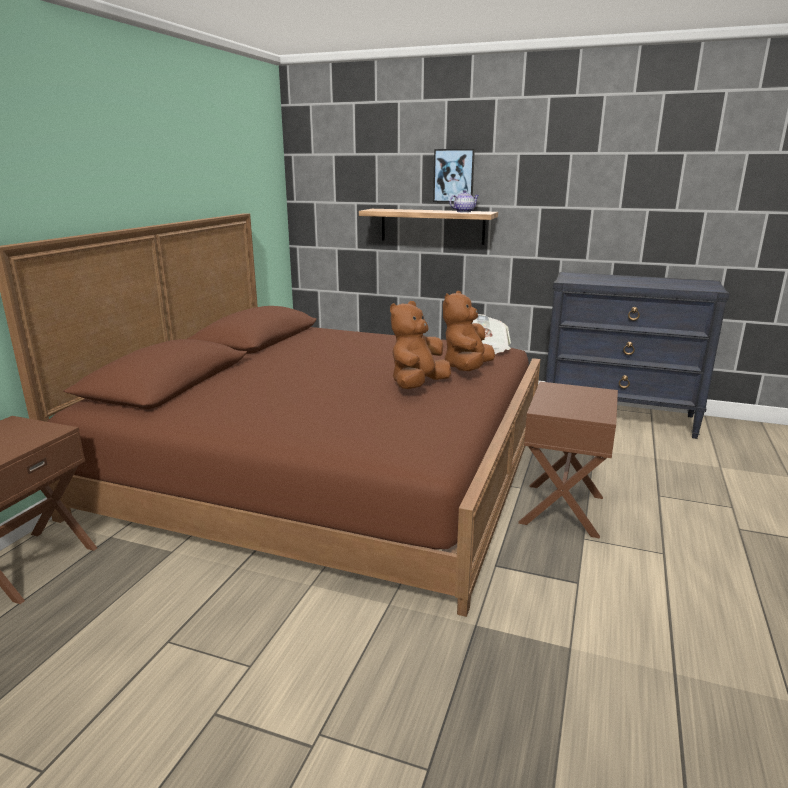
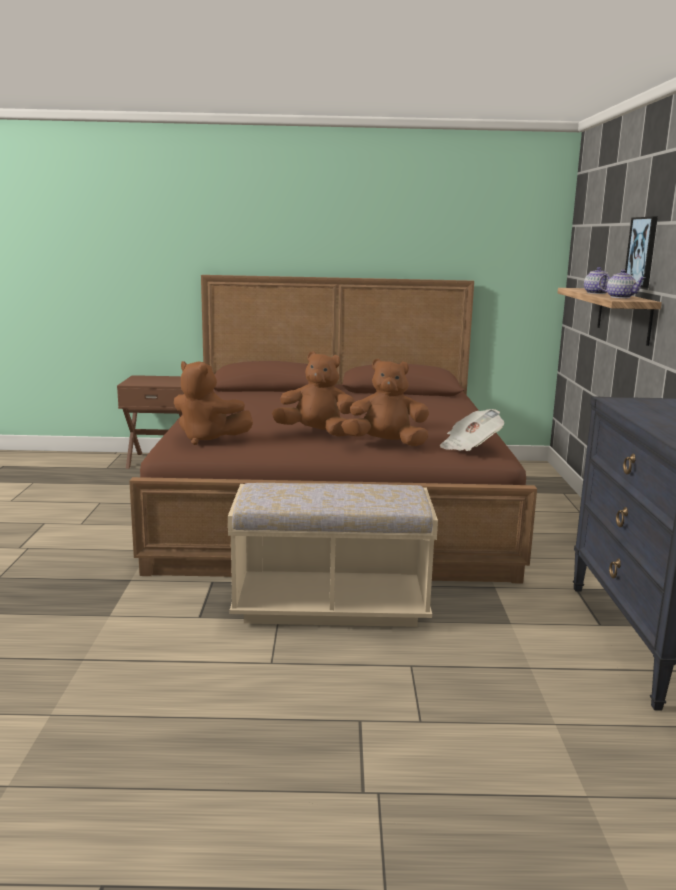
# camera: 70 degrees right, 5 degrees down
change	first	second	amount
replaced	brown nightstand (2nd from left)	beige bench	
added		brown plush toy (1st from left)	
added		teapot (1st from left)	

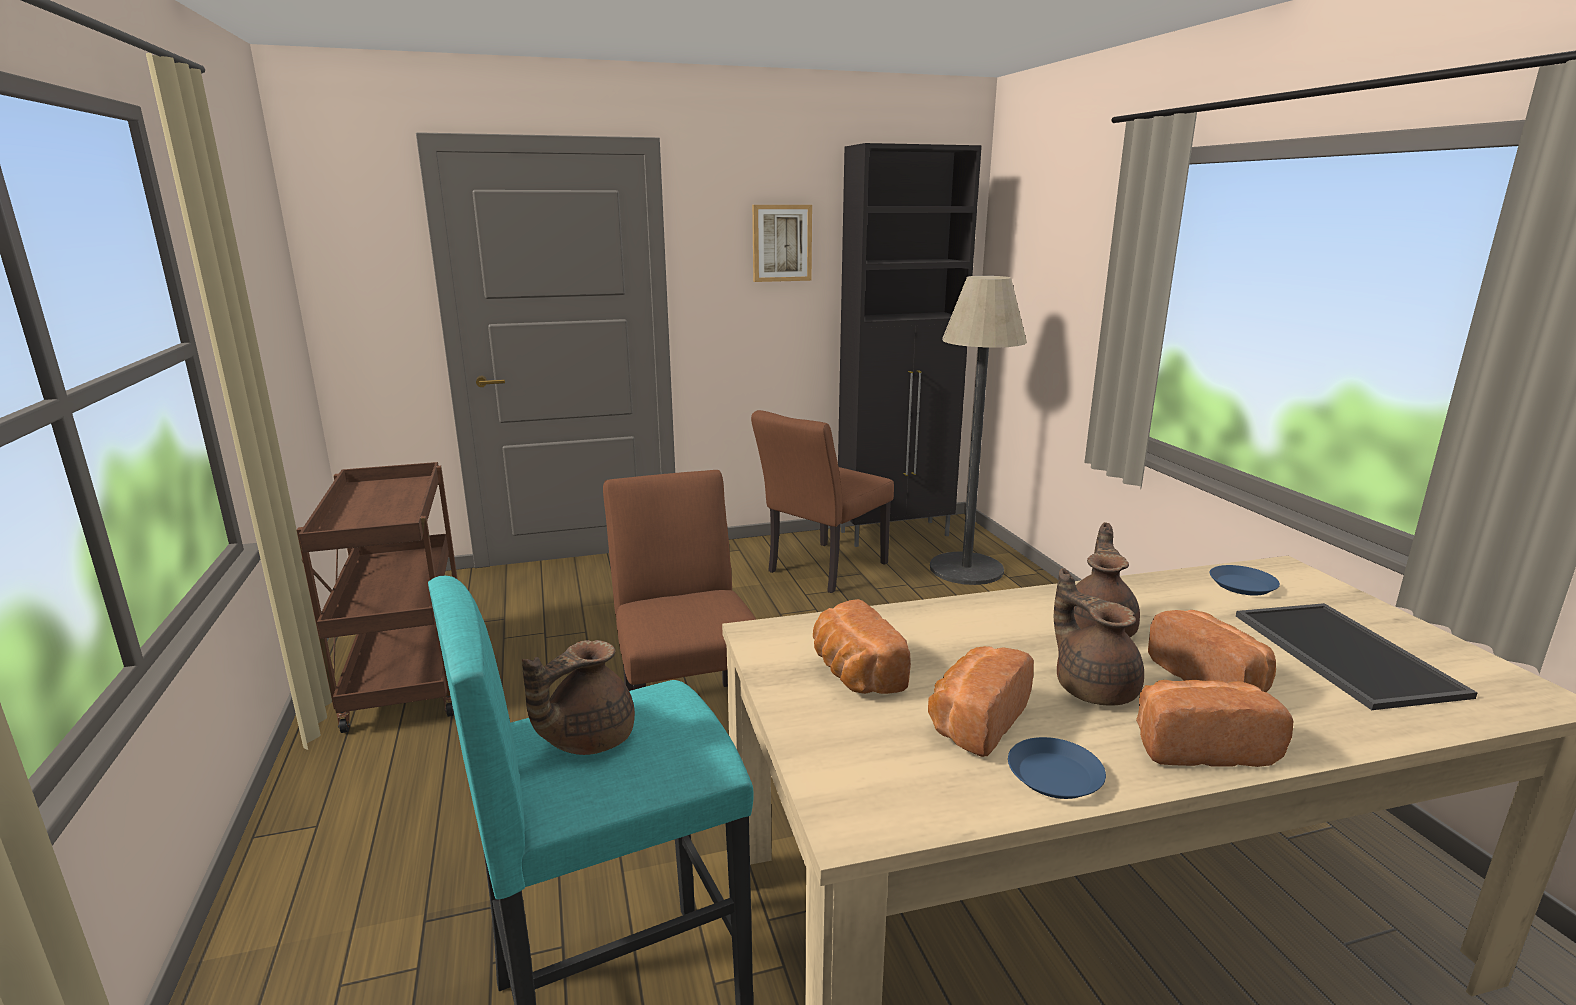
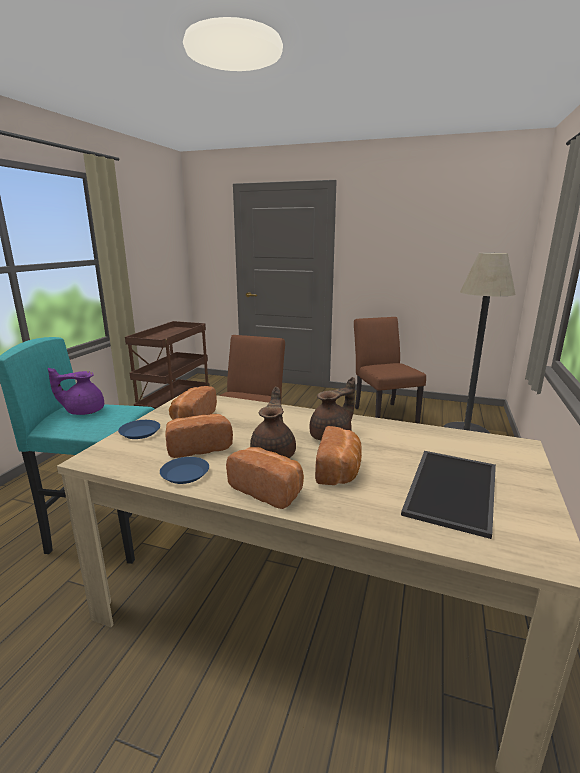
# camera: 35 degrees right, 0 degrees up
change	first	second	amount
recoloured	brown teapot (1st from left)	purple teapot	
turned	brown chair (2nd from left)		90 degrees clockwise
removed	picture		
removed	black cabinet		
moved	blue plate (2nd from left in the first image)	blue plate (1st from left)	

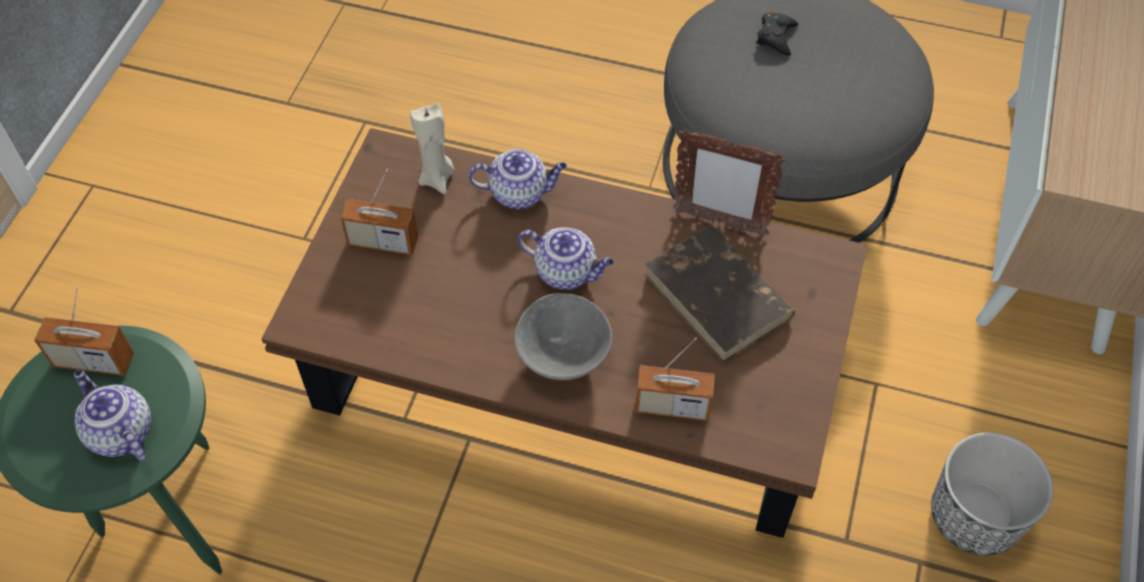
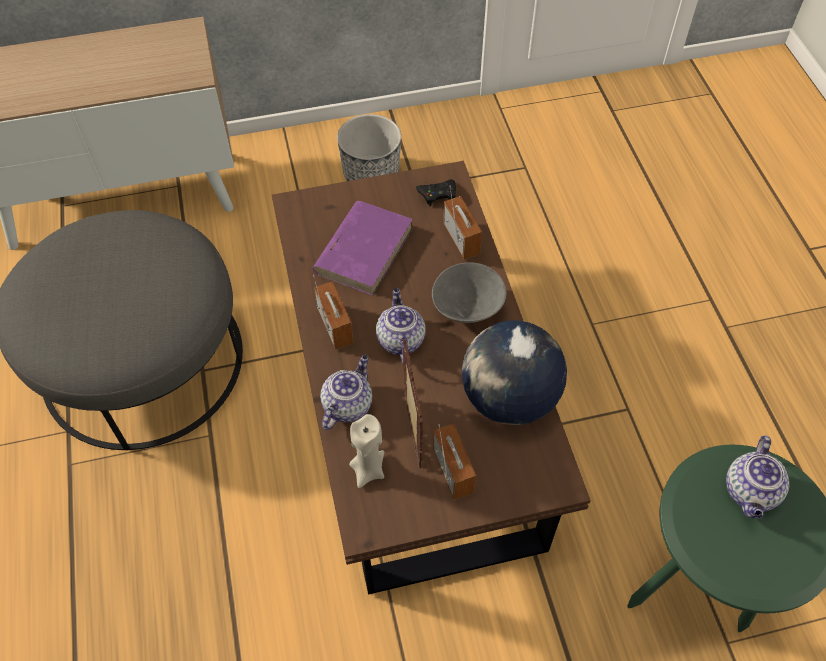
# camera: 120 degrees left, 0 degrees up
change	first	second	amount
moved	radio (1st from left)		
turned	teapot (2nd from left in the first image)	teapot (1st from left)	60 degrees clockwise
recoloured	brown book	purple book	
moved	picture frame		
moved	black game controller		
added		globe	

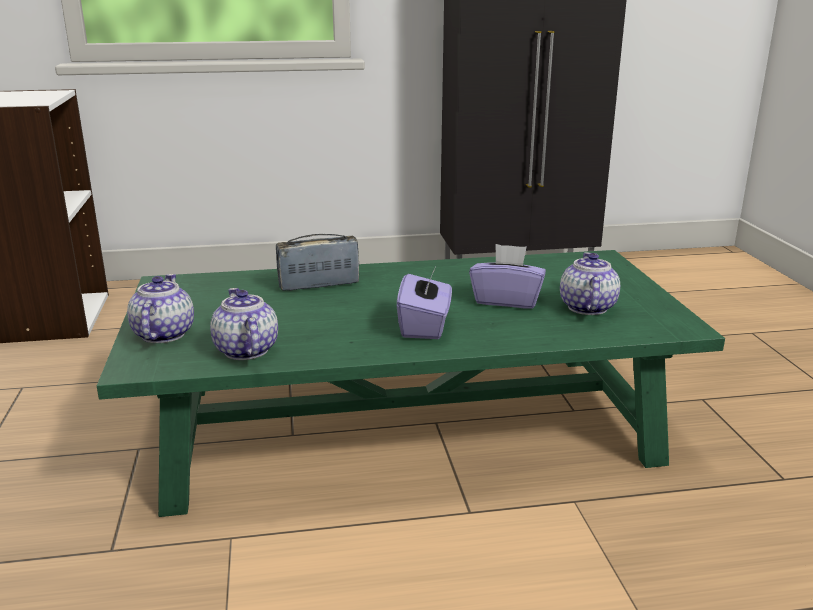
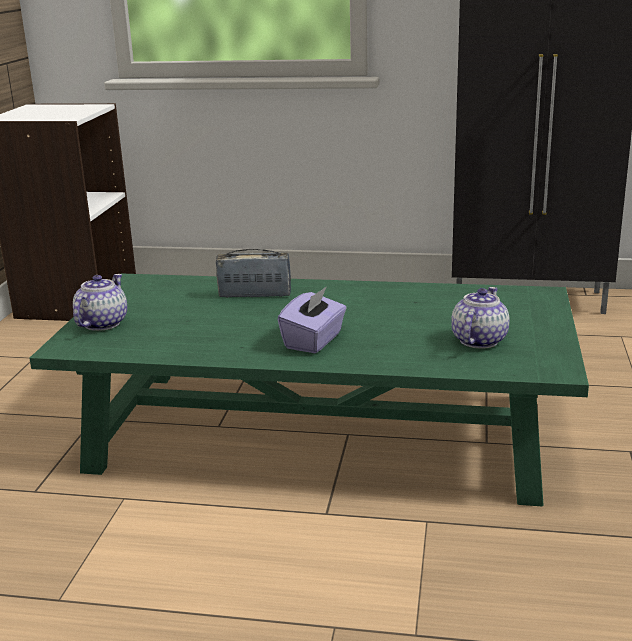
# camera: 20 degrees right, 0 degrees up
change	first	second	amount
removed	teapot (2nd from left)		
removed	purple tissue box (2nd from left)		

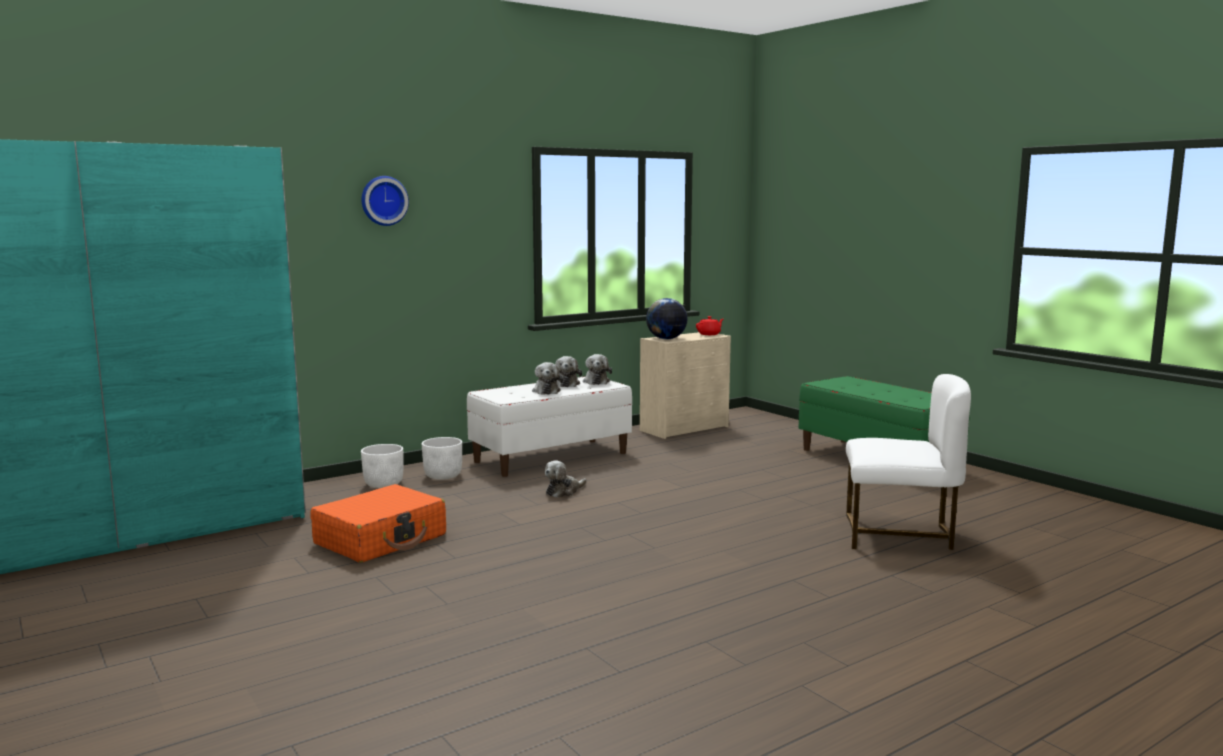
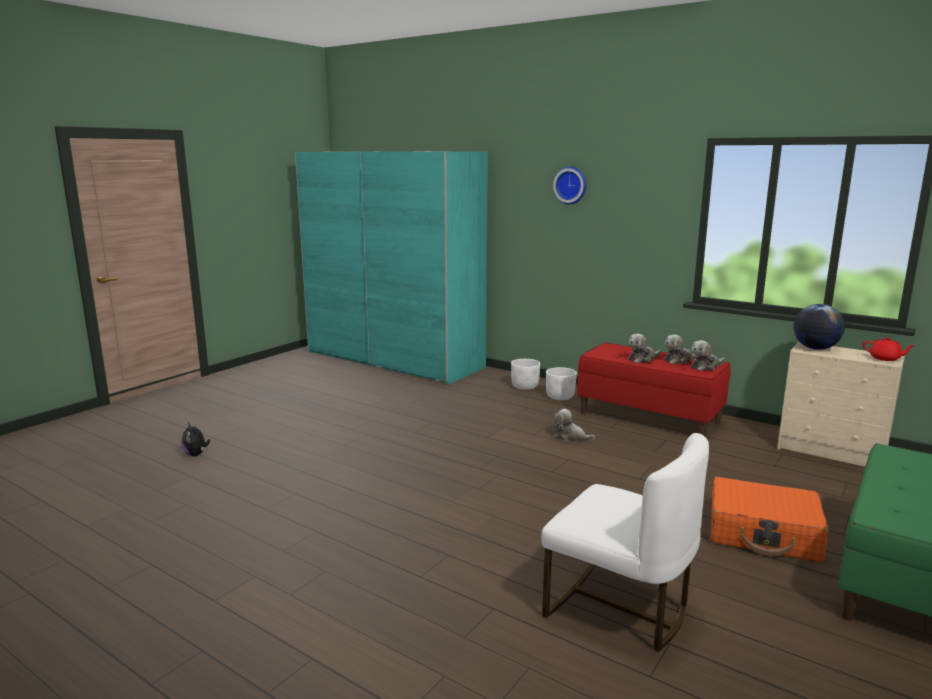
# camera: 70 degrees right, 5 degrees up
change	first	second	amount
moved	orange suitcase		
recoloured	white bench	red bench	
turned	white chair		45 degrees counterclockwise
added		plush toy (1st from left)	

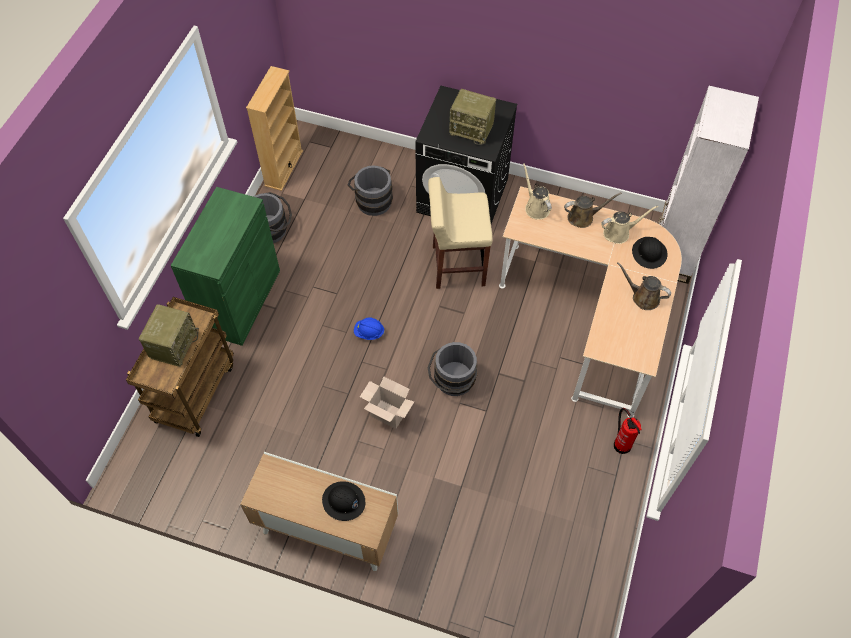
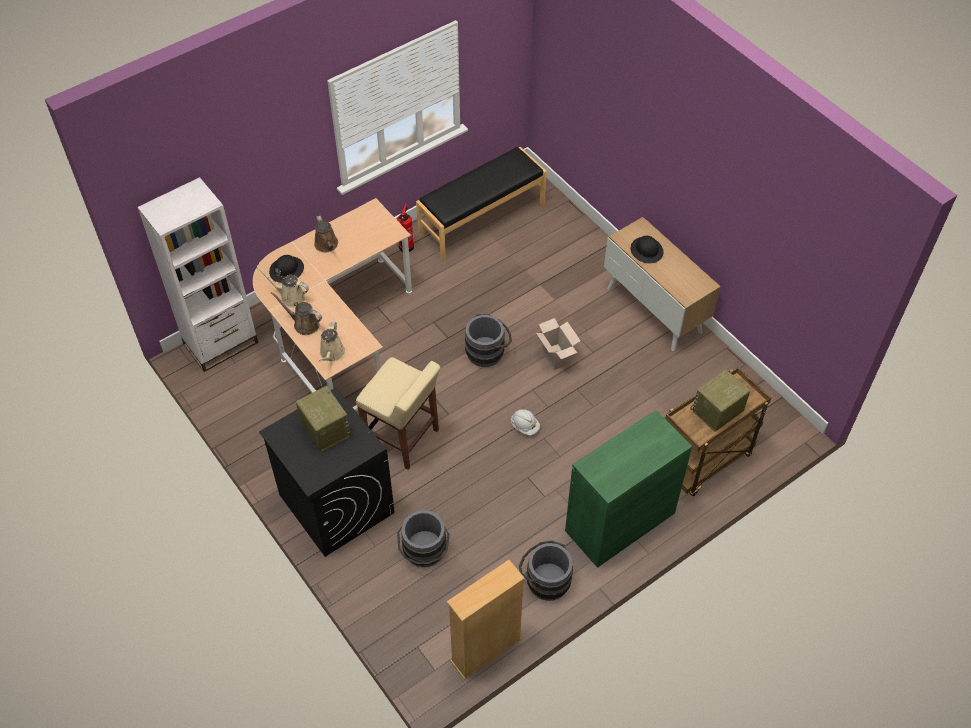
# camera: 145 degrees left, 5 degrees down
change	first	second	amount
recoloured	blue hard hat	white hard hat	
added		black bench	

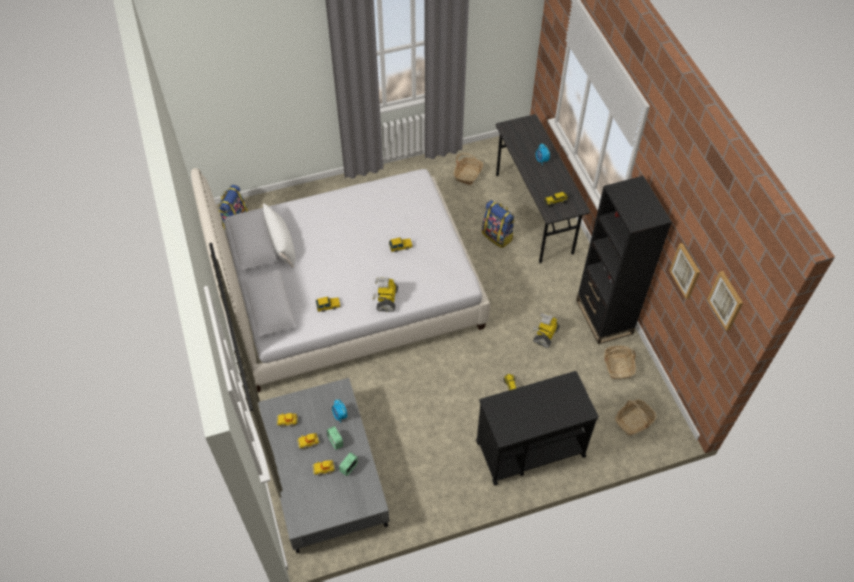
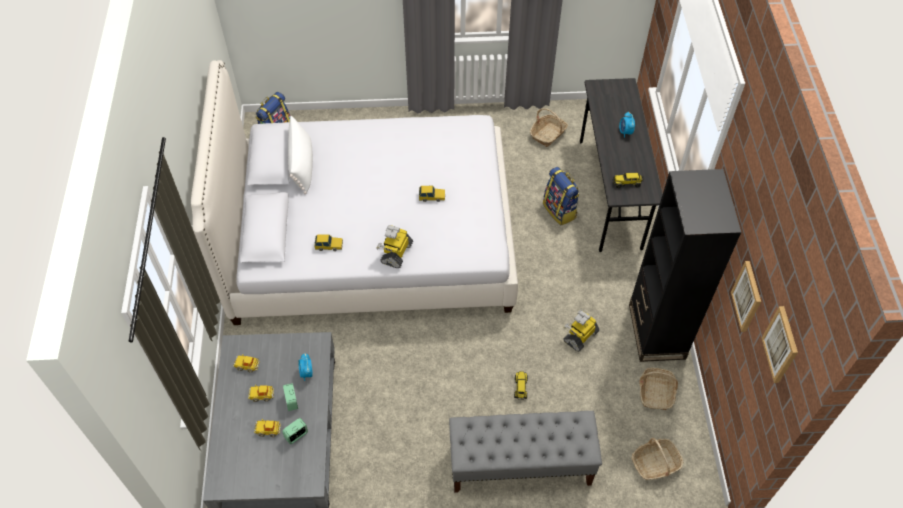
# camera: 15 degrees right, 0 degrees up
change	first	second	amount
replaced	black cart	grey bench	

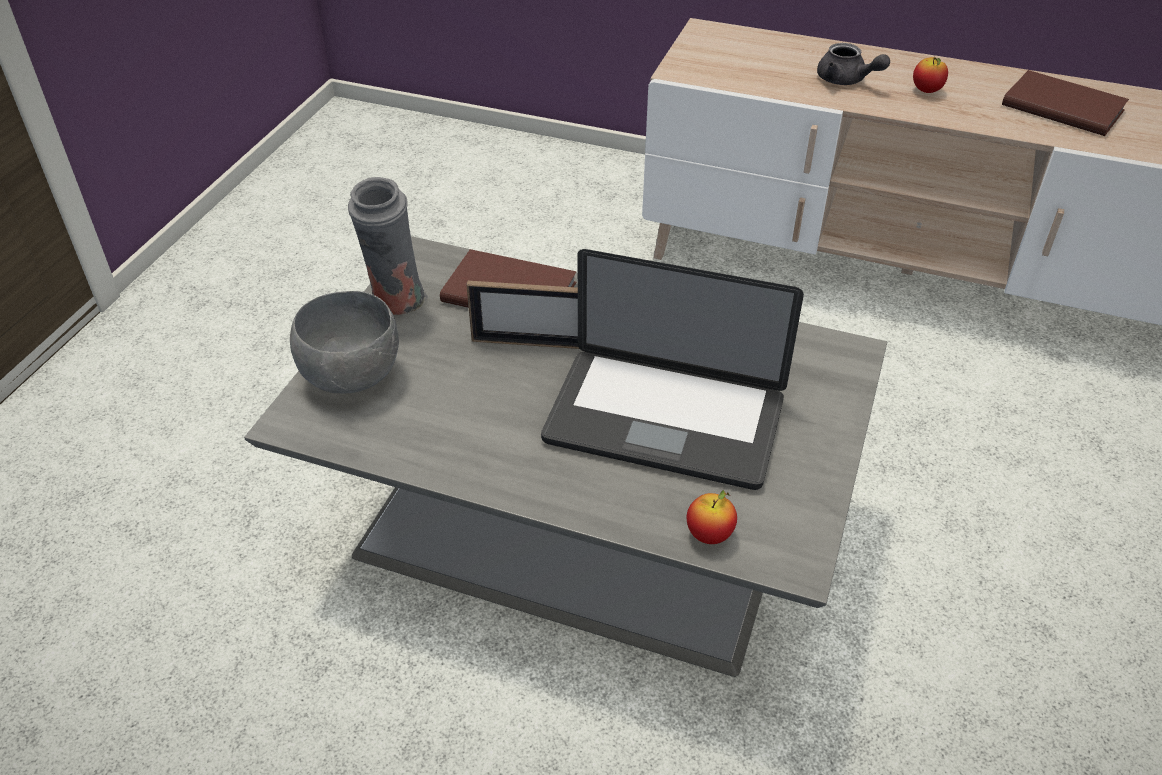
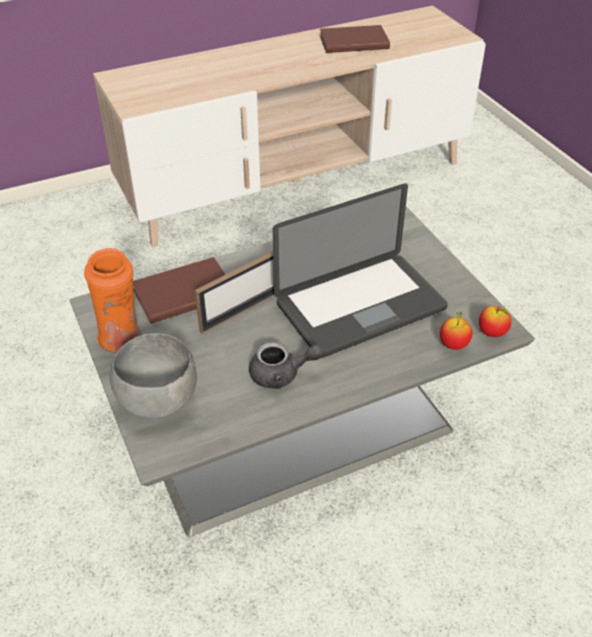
# camera: 45 degrees left, 0 degrees up
change	first	second	amount
recoloured	grey vase	orange vase	
moved	grey teapot		
moved	apple (2nd from left)		

